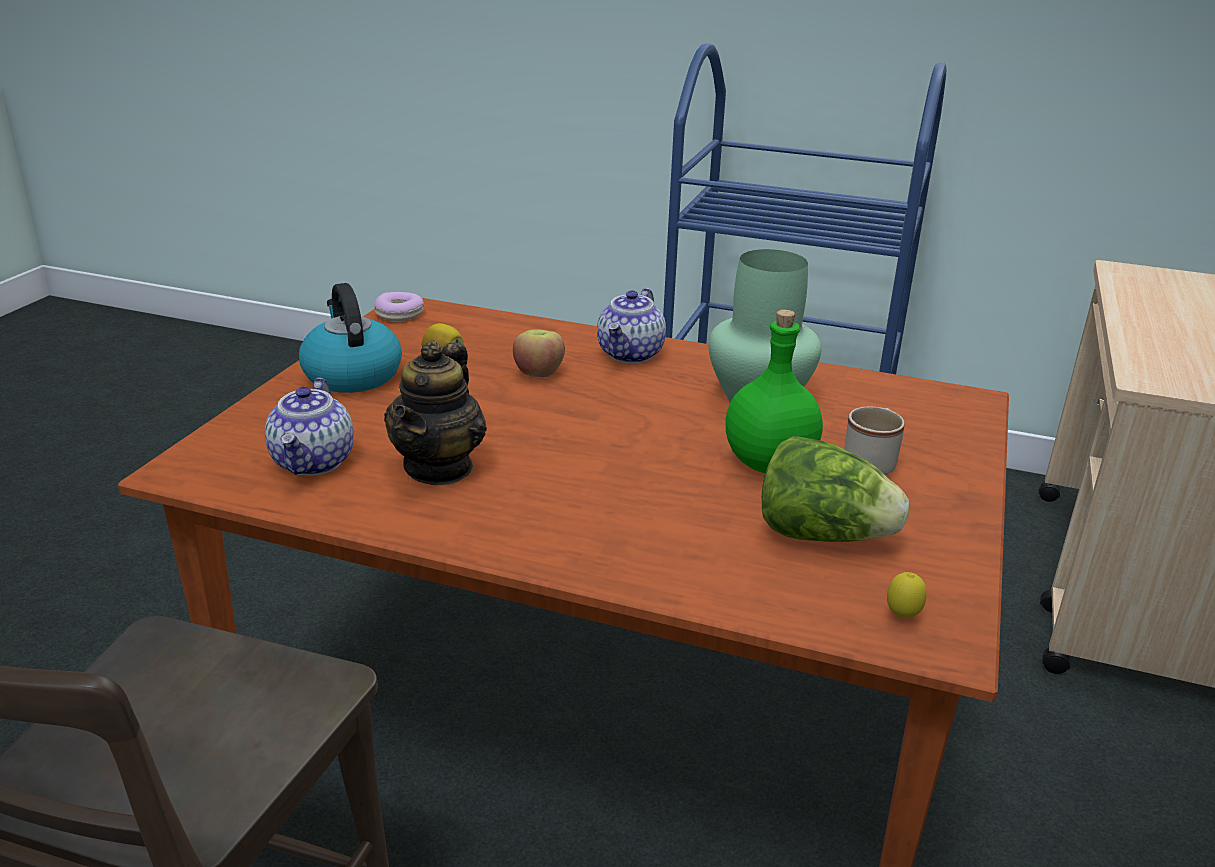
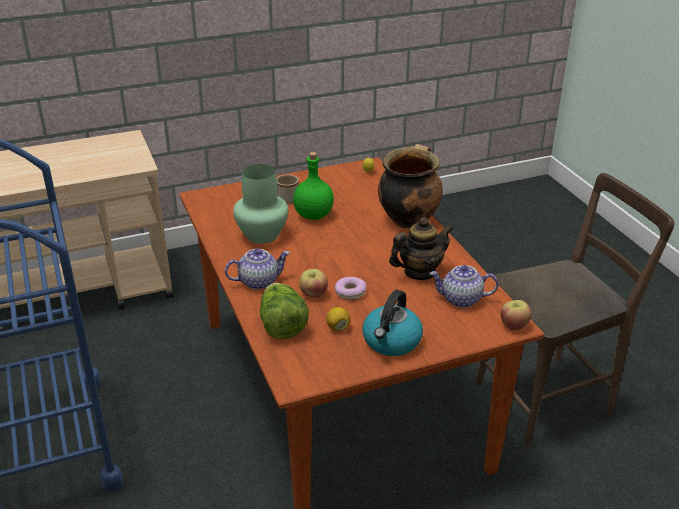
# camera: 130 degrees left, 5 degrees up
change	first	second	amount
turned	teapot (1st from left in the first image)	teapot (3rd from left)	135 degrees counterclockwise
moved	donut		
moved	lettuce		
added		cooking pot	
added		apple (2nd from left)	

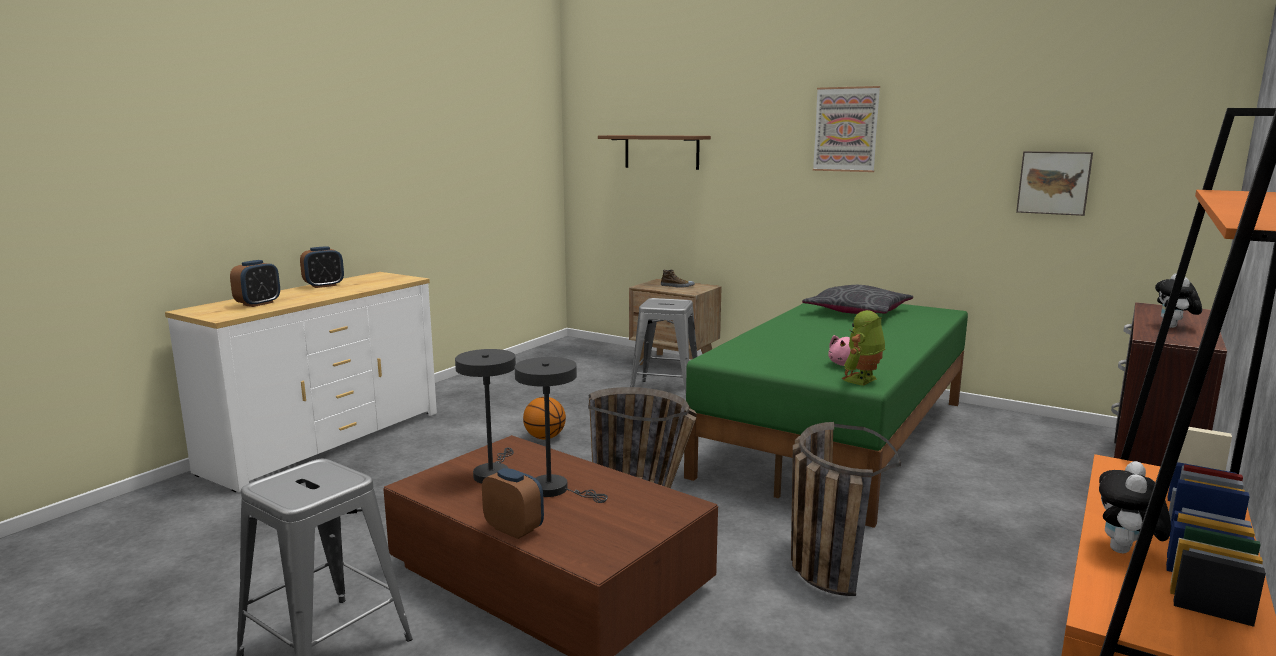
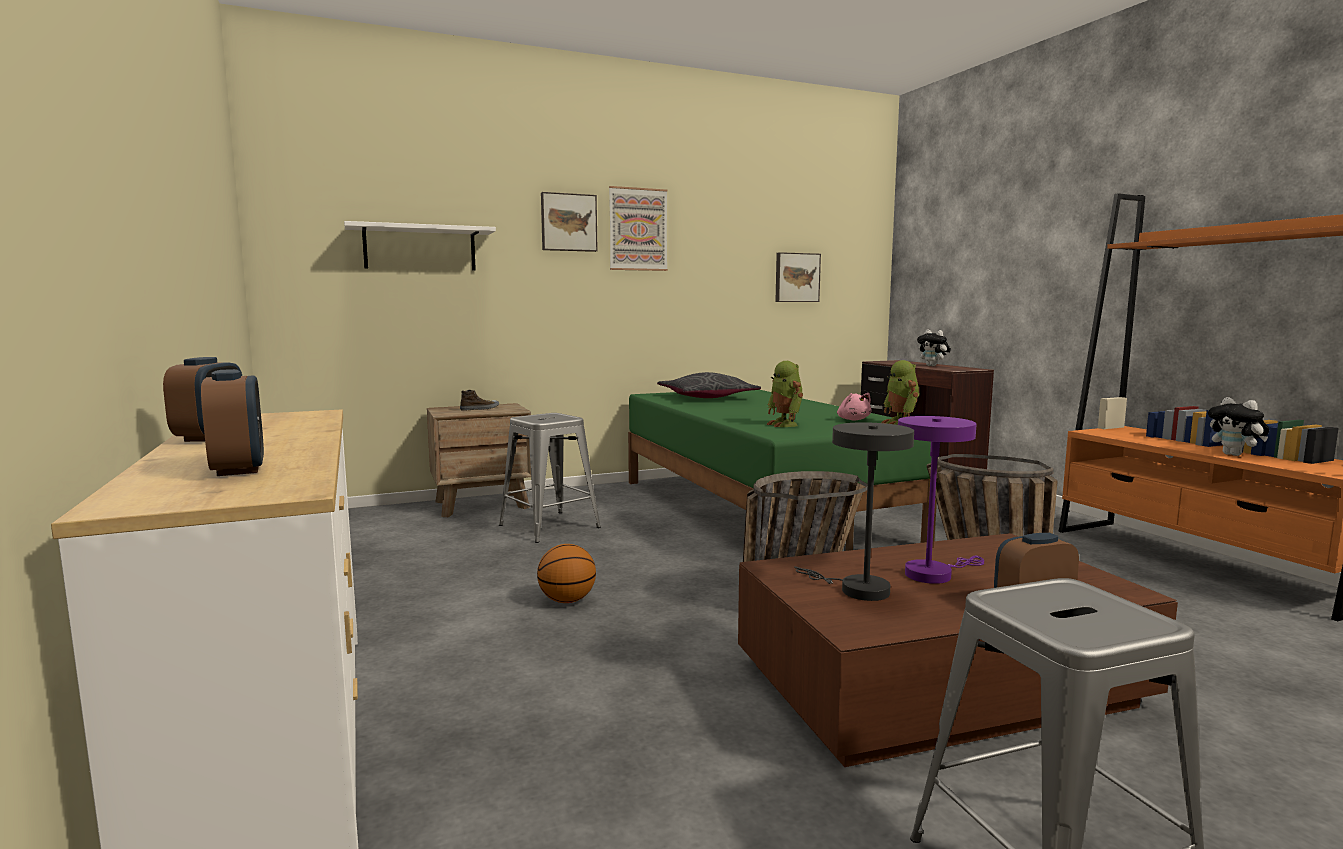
# camera: 55 degrees left, 5 degrees down
change	first	second	amount
recoloured	grey table lamp (2nd from left)	purple table lamp	
recoloured	brown shelf	white shelf	
added		picture (1st from left)	
added		toy robot (1st from left)	

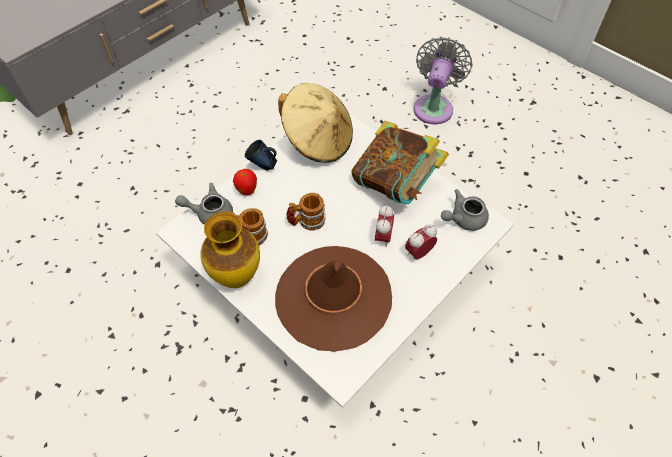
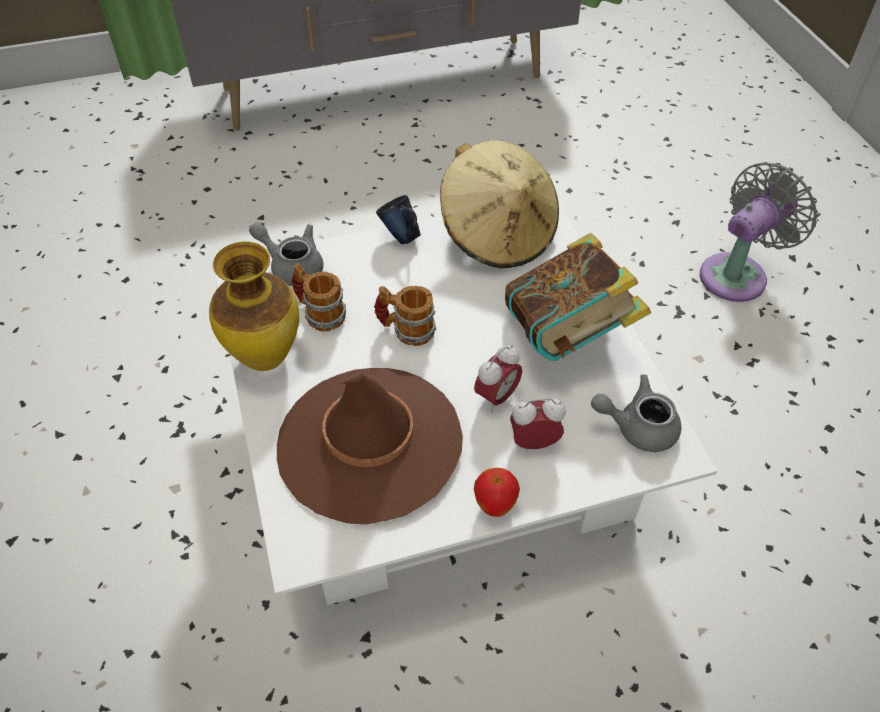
# camera: 30 degrees right, 5 degrees down
change	first	second	amount
moved	apple		

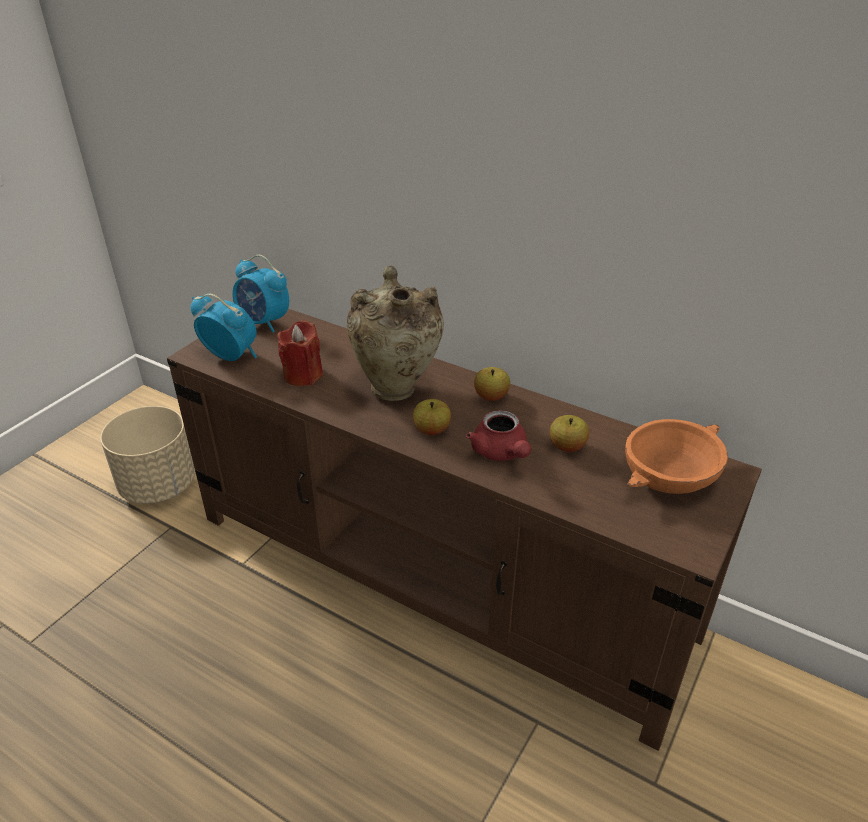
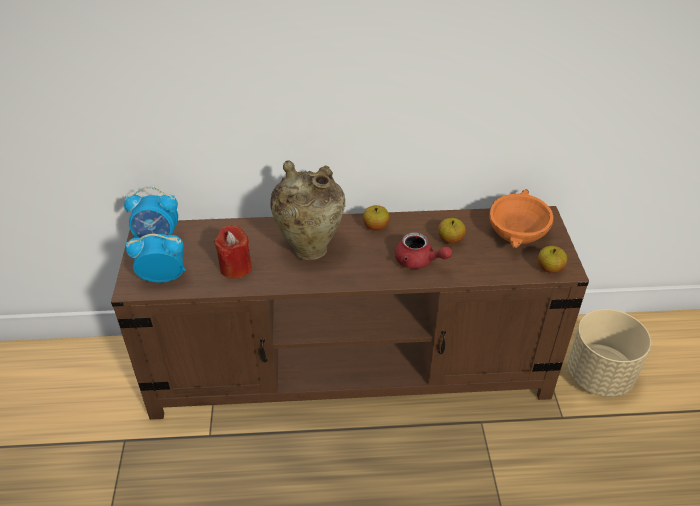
# camera: 35 degrees left, 5 degrees up
change	first	second	amount
moved	beige planter		
moved	apple (1st from left in the first image)	apple (3rd from left)	

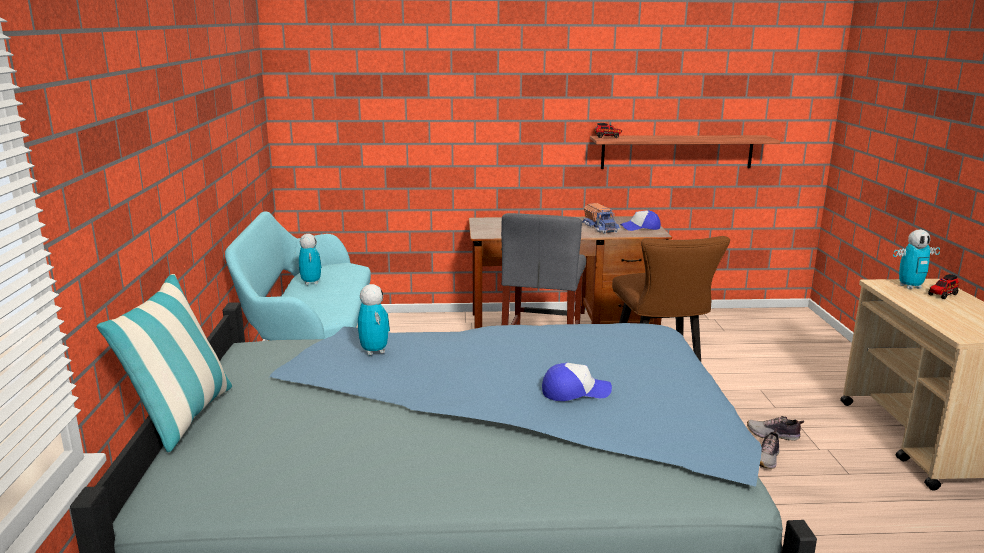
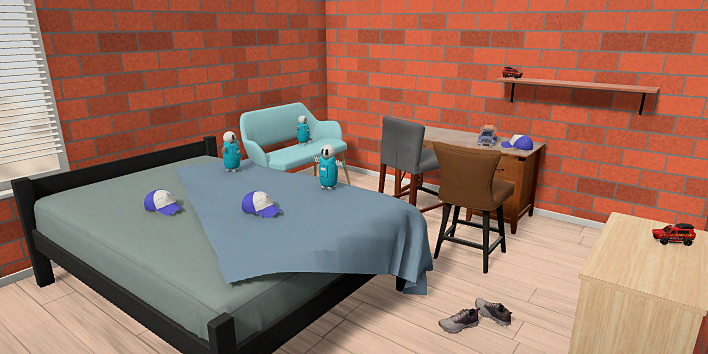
# camera: 40 degrees right, 0 degrees up
change	first	second	amount
removed	pillow		
moved	toy robot (3rd from left)		
added		cap (1st from left)	

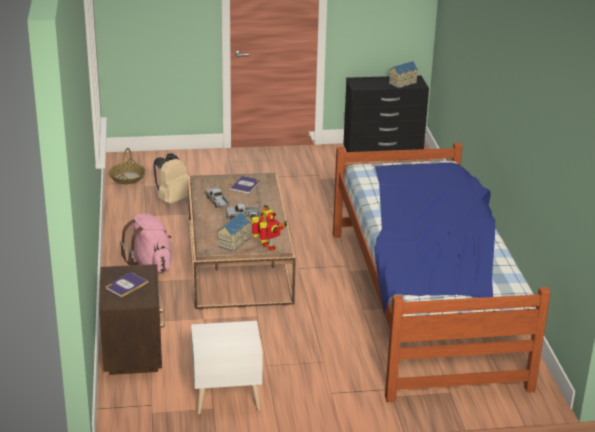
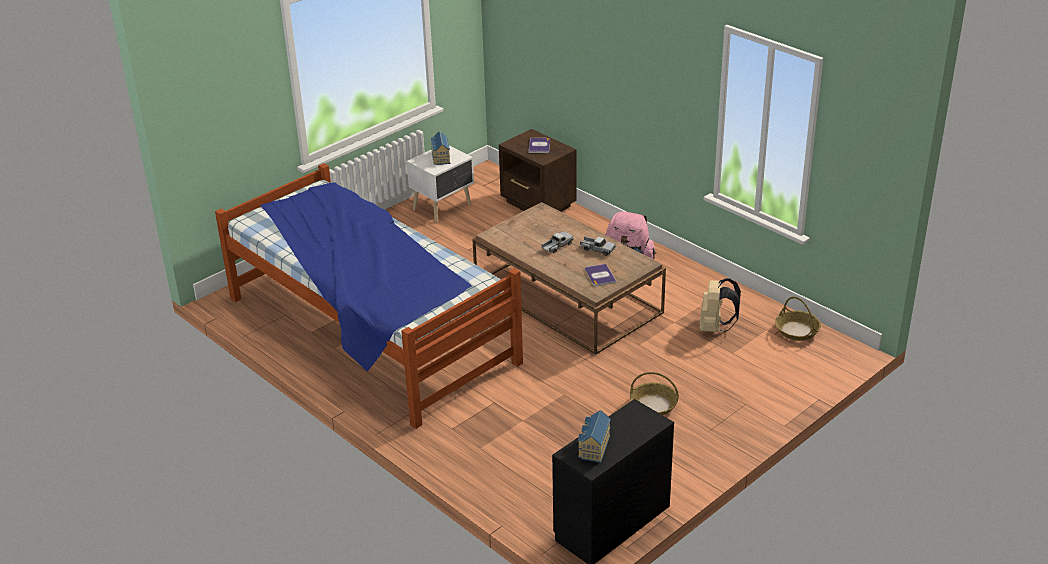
# camera: 145 degrees right, 5 degrees up
change	first	second	amount
moved	toy house (1st from left)		
removed	toy robot		
added		basket (1st from left)	

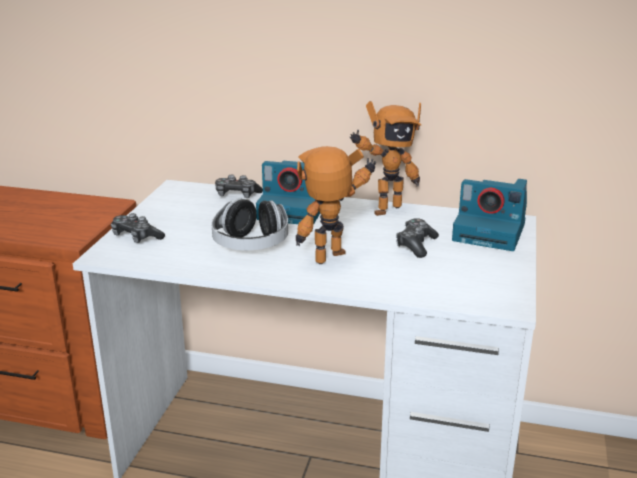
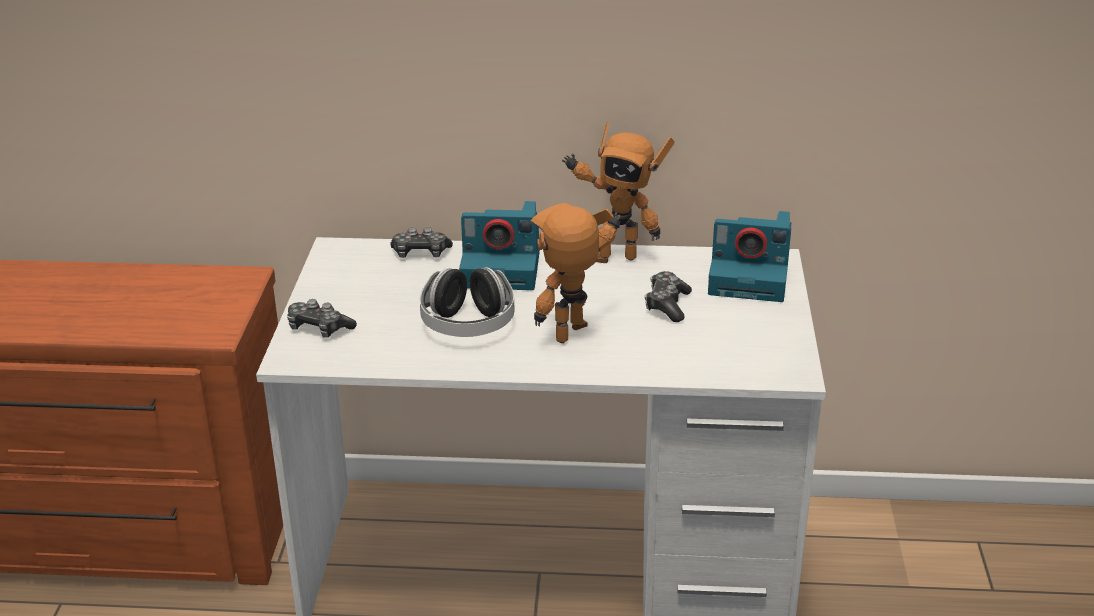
# camera: 10 degrees left, 5 degrees up
change	first	second	amount
turned	toy robot (2nd from left)		45 degrees clockwise

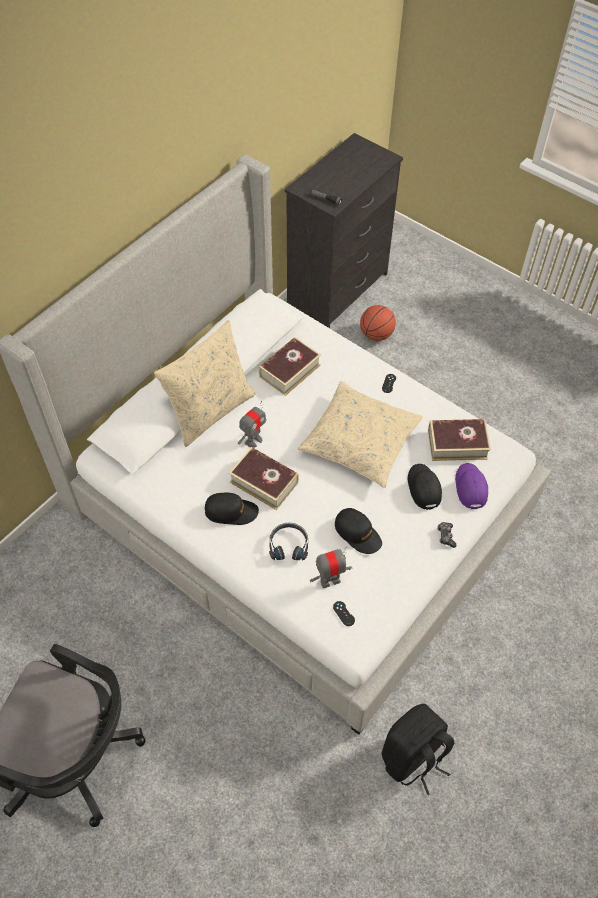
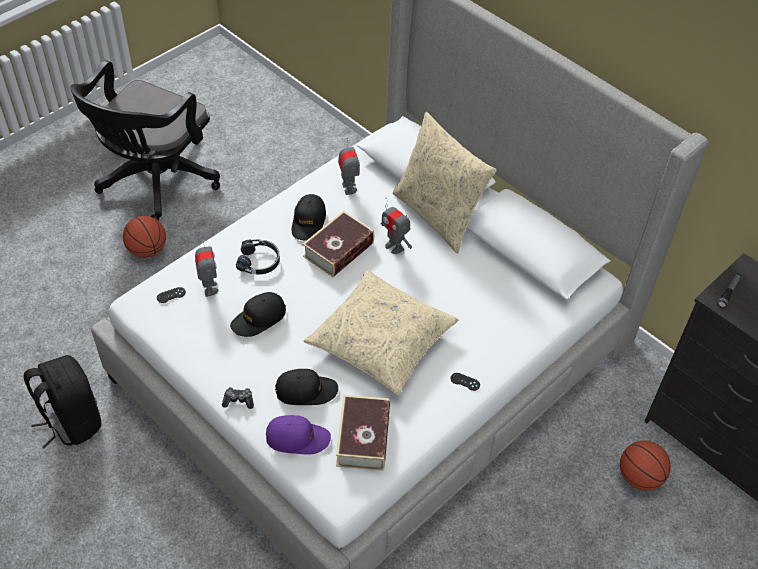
# camera: 95 degrees right, 5 degrees down
change	first	second	amount
removed	book (2nd from left)		
added		basketball (1st from left)	
added		toy robot (2nd from left)	

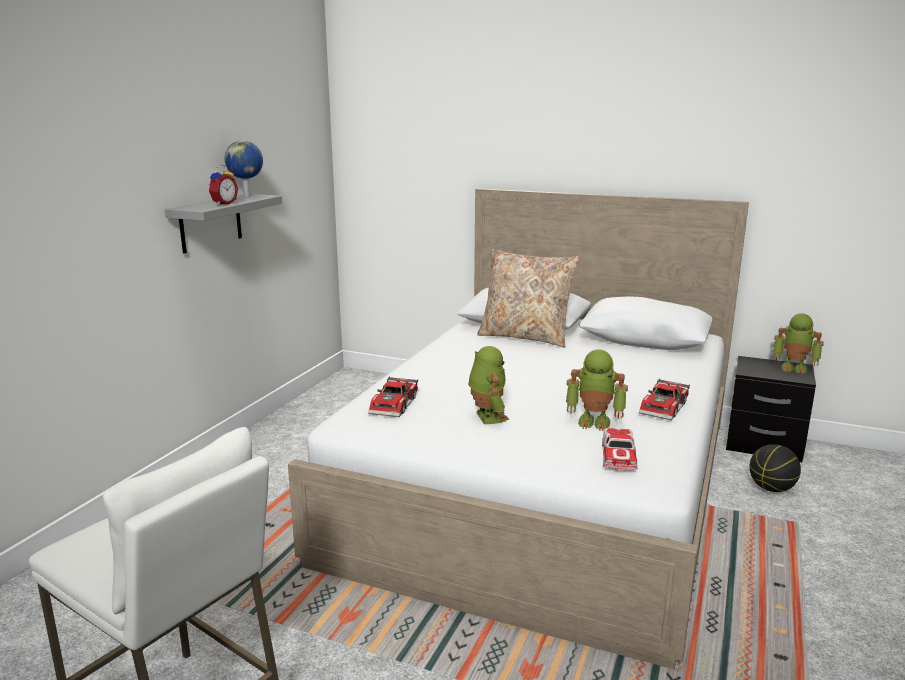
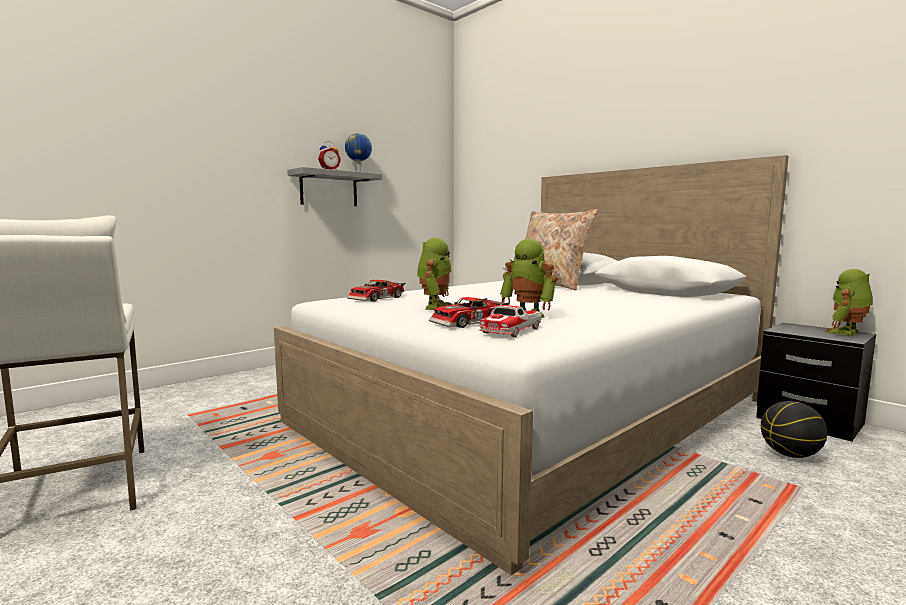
# camera: 25 degrees right, 10 degrees down
change	first	second	amount
moved	toy car (3rd from left in the first image)	toy car (2nd from left)	
turned	toy robot (3rd from left)		90 degrees clockwise

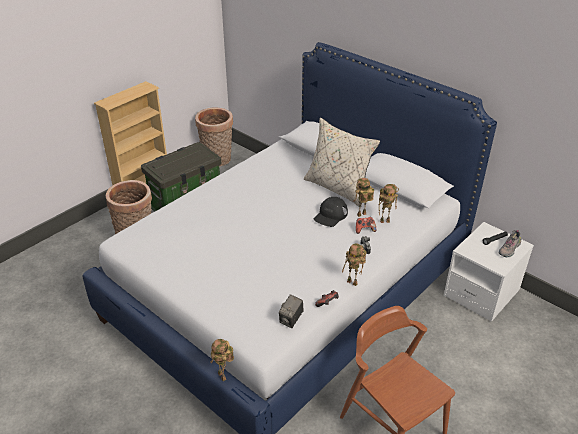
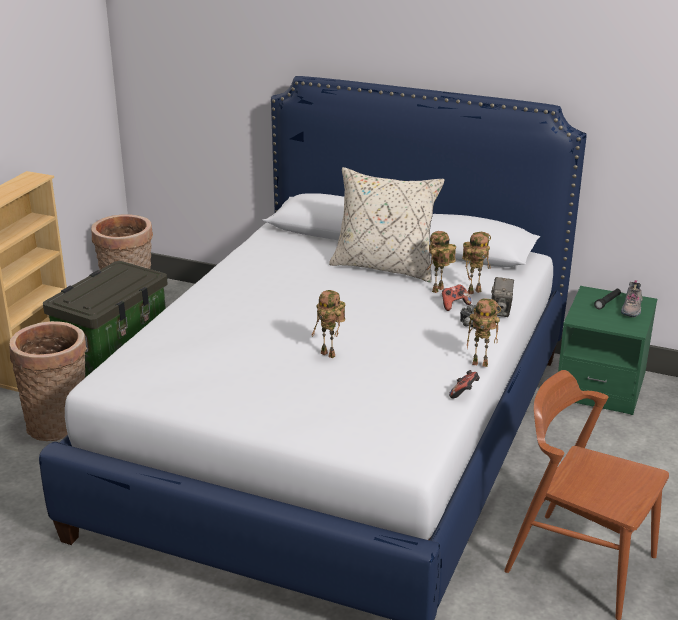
# camera: 20 degrees left, 10 degrees down
change	first	second	amount
moved	toy robot (1st from left)		
moved	photo camera (1st from left in the first image)	photo camera (2nd from left)	
removed	black cap		
recoloured	white nightstand	green nightstand	

